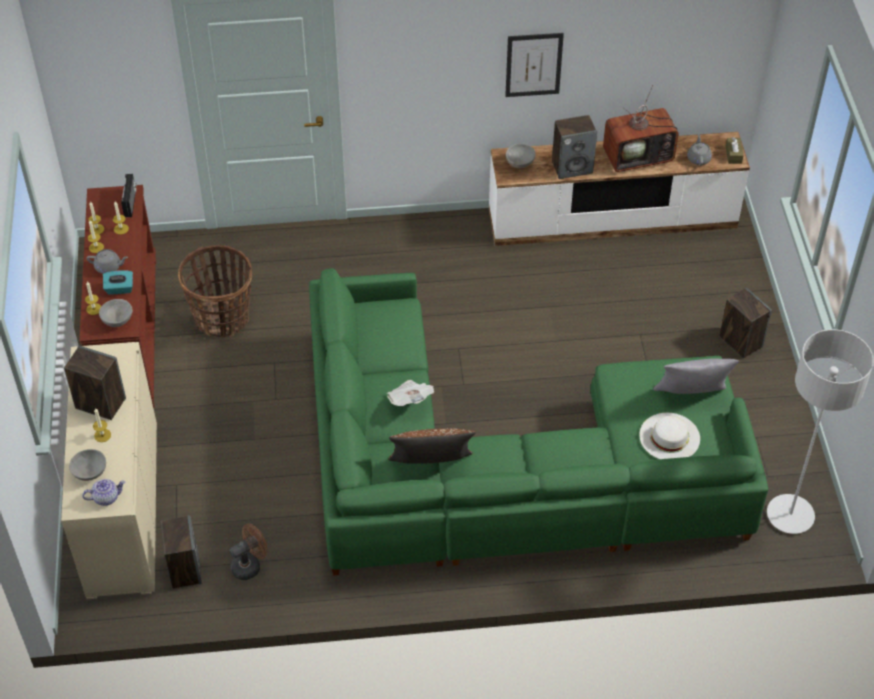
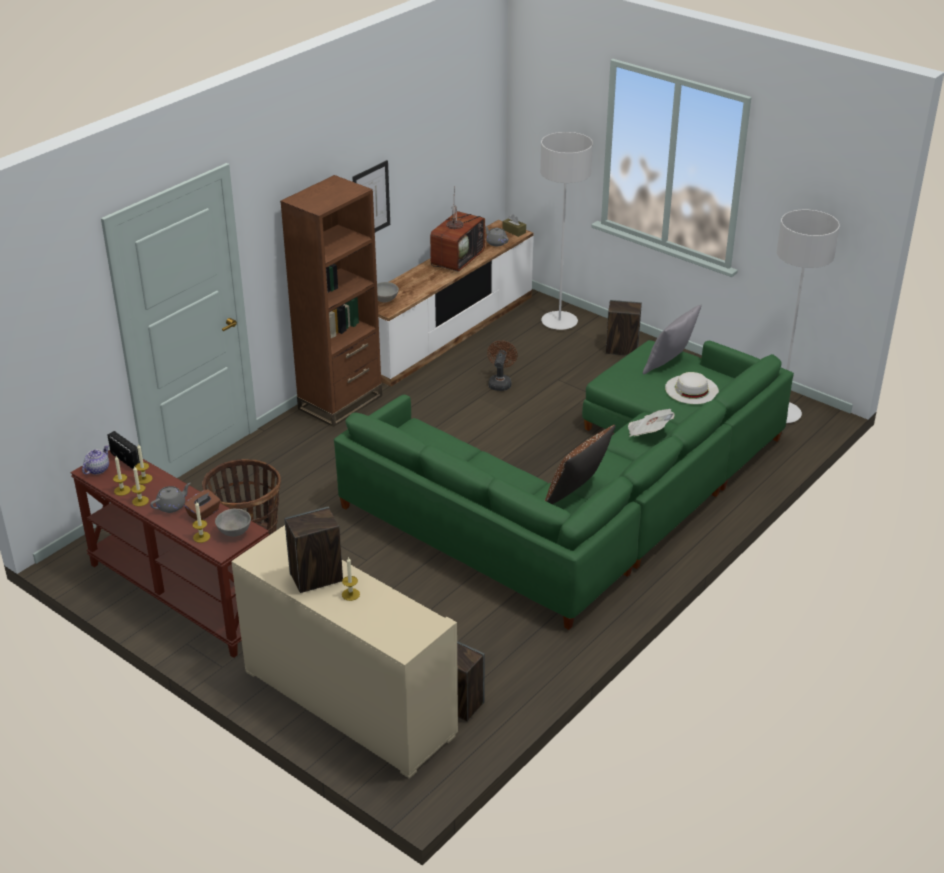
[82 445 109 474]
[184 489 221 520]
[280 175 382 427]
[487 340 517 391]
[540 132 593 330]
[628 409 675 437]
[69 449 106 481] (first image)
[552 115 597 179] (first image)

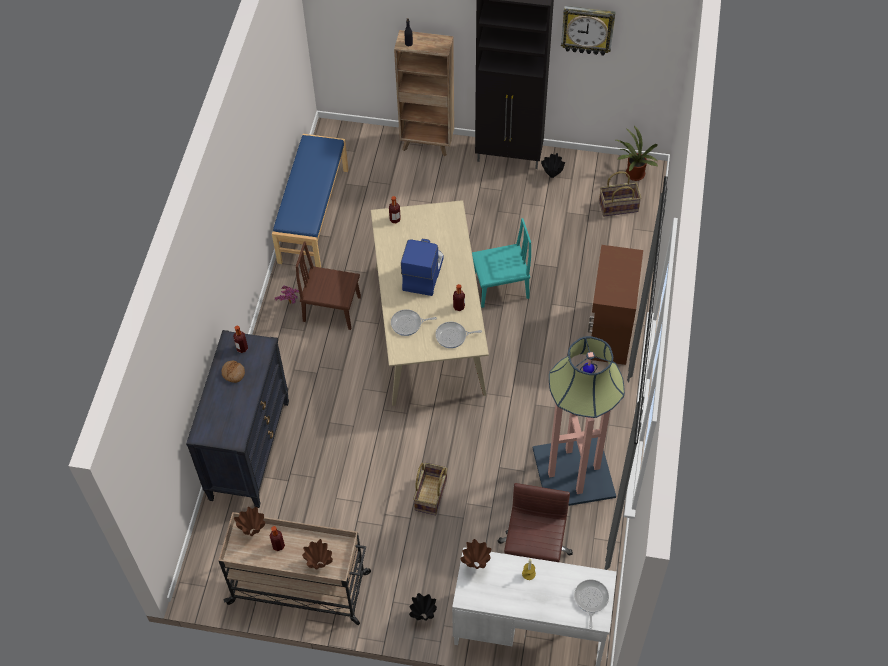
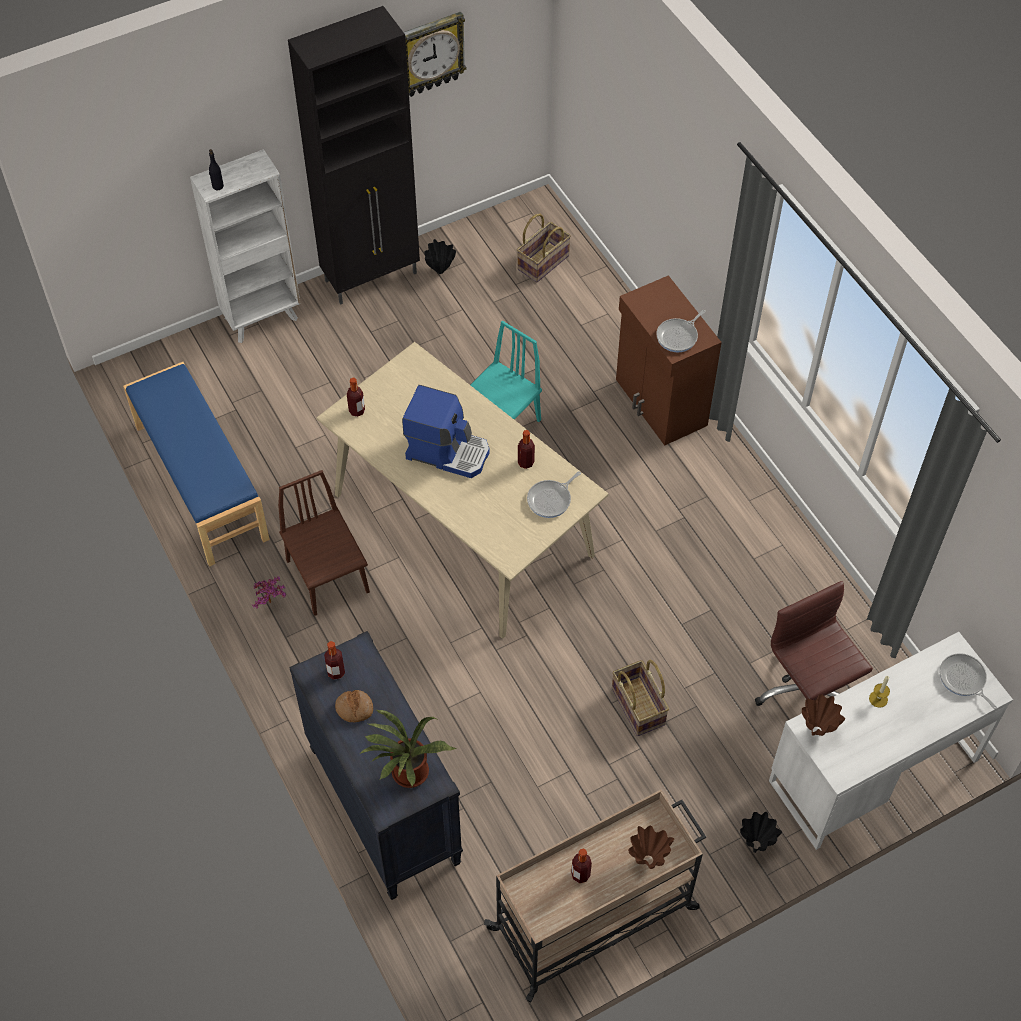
[190 149 301 343]
[278 470 370 616]
[360 710 456 788]
[402 385 490 478]
[656 310 705 352]
[234 507 265 536] (first image)
[533 336 625 506] (first image)

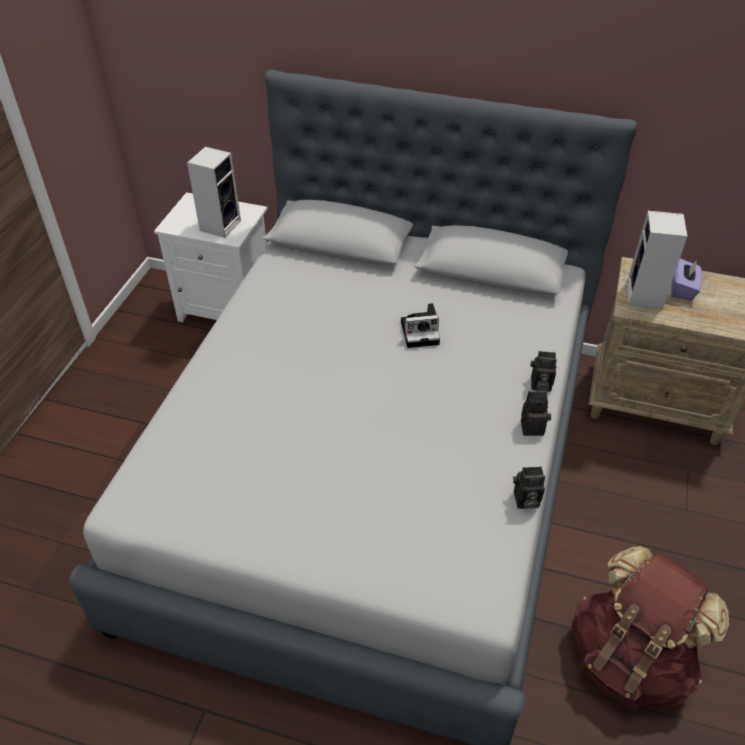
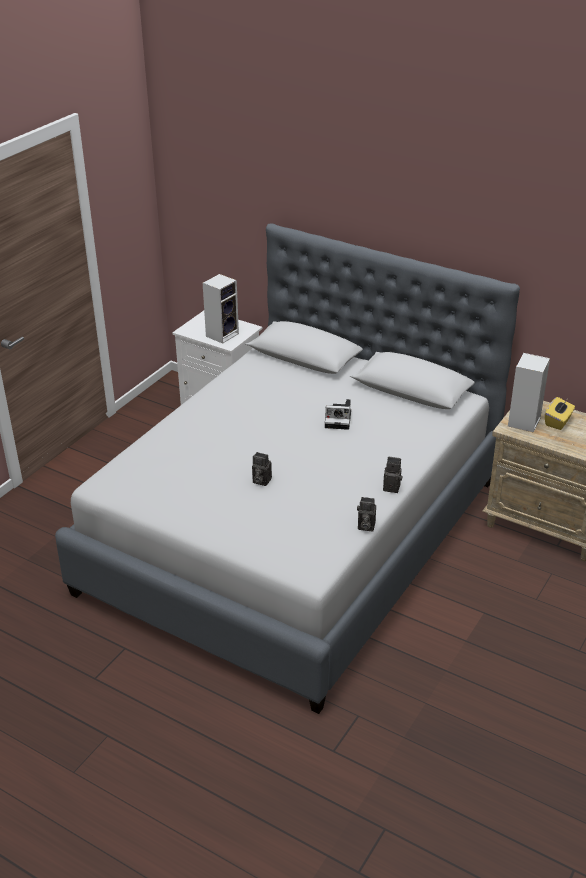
[252 452 272 486]
[545 397 575 430]
[572 546 729 709] (first image)

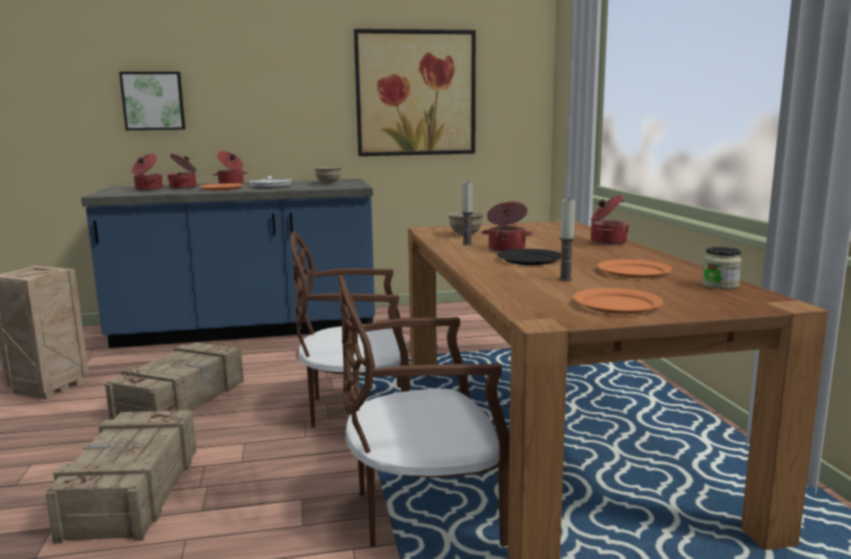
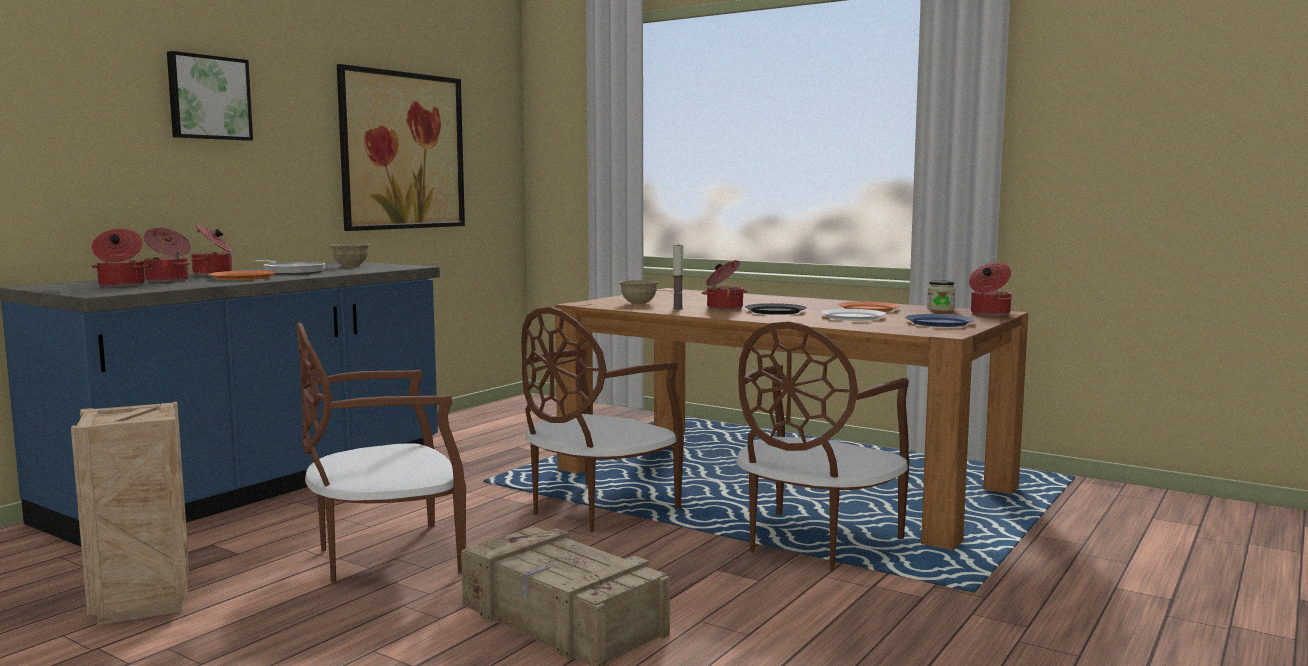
[167 51 253 141]
[296 323 466 582]
[821 309 886 321]
[905 314 975 327]
[969 262 1012 316]

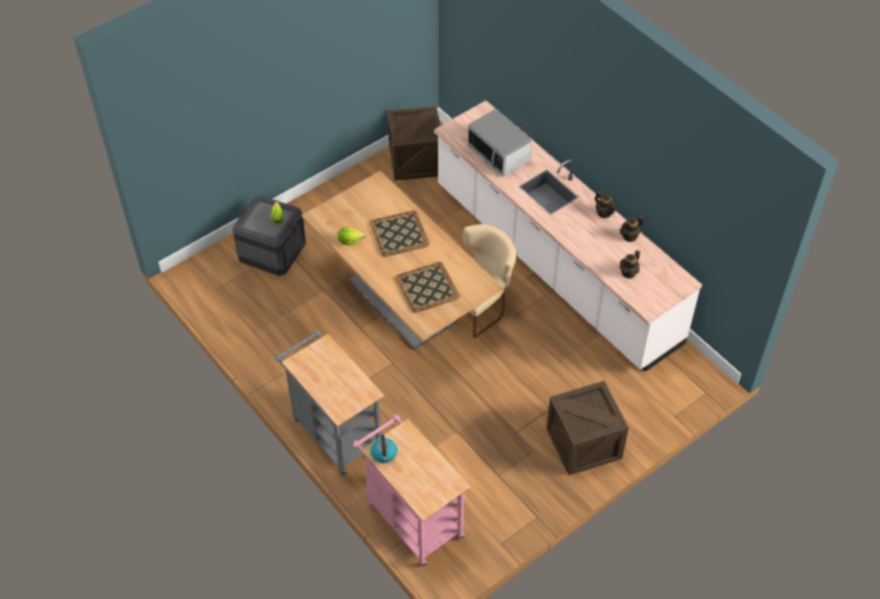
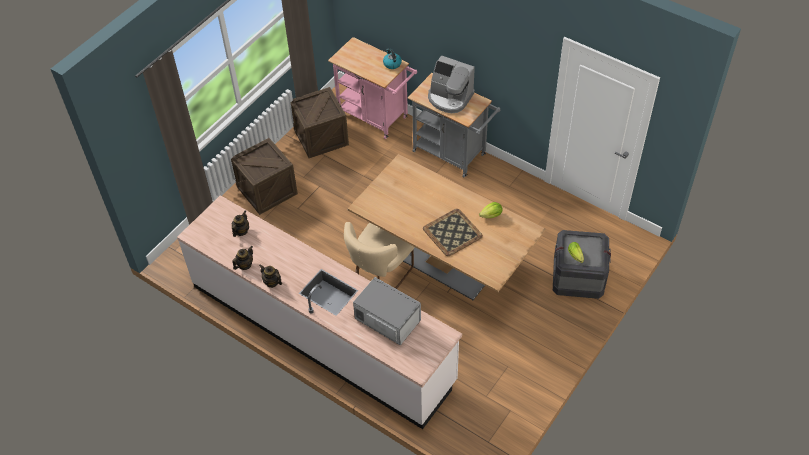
[291 87 349 158]
[428 55 475 113]
[396 262 460 313] (first image)

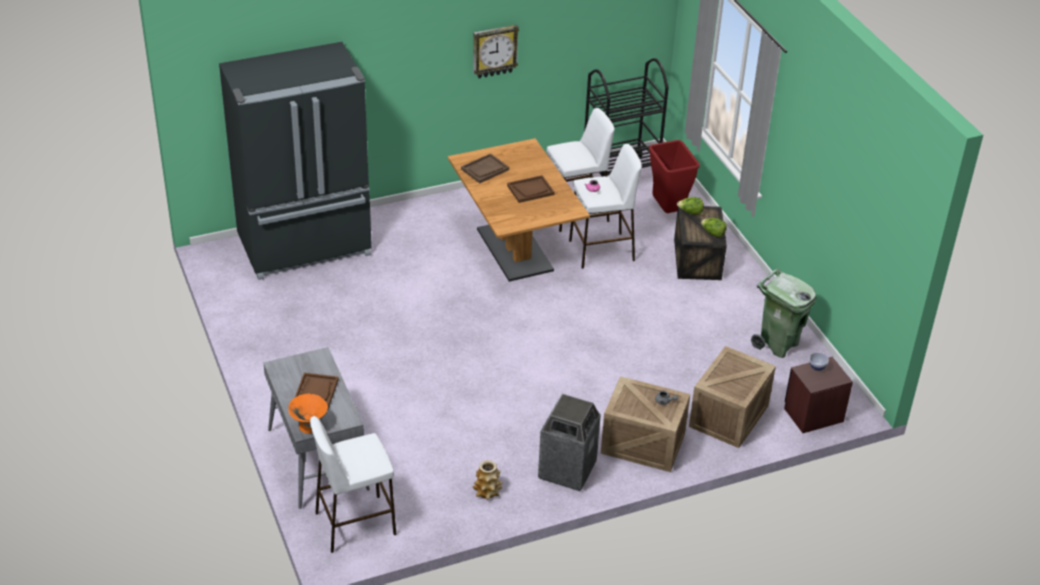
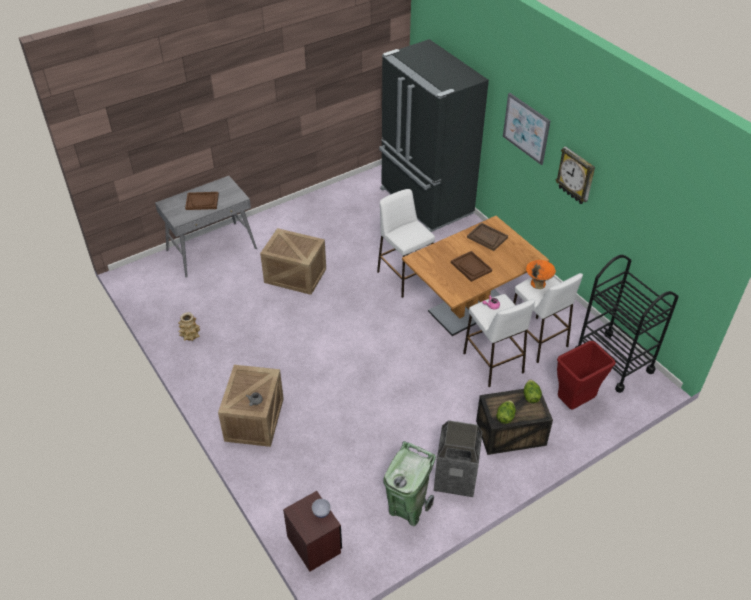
[260 228 326 295]
[377 189 435 298]
[434 420 483 497]
[503 93 550 165]
[526 260 556 289]

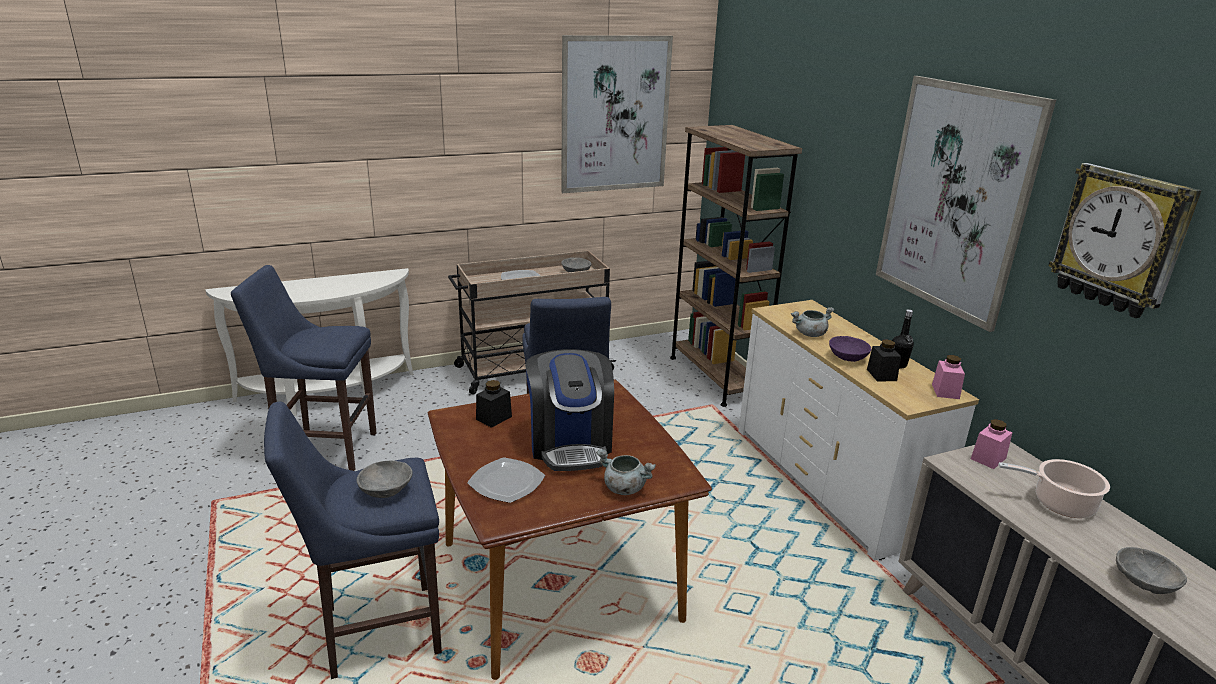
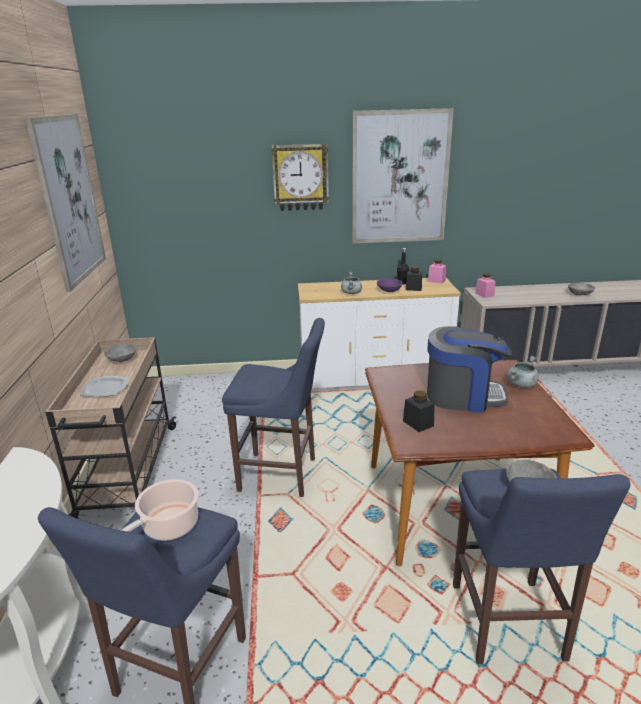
[121 479 198 541]
[271 144 329 211]
[467 457 545 503] (first image)
[670 125 802 407] (first image)

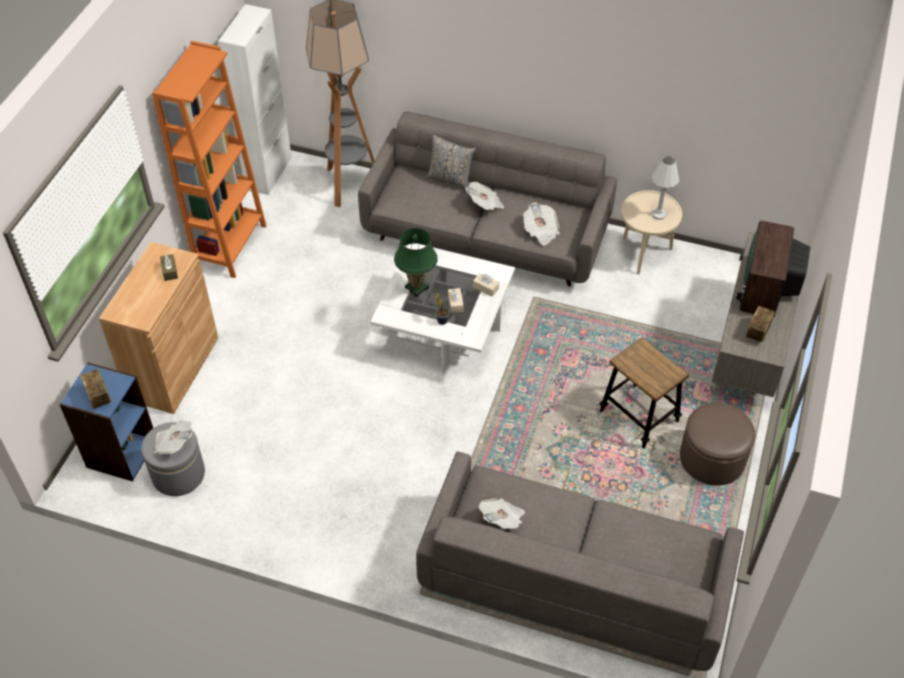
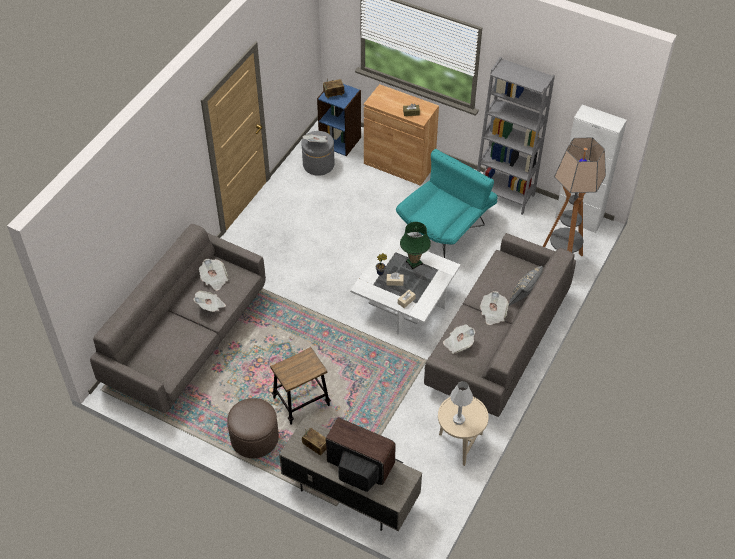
[193 291 226 312]
[396 149 498 258]
[477 57 555 215]

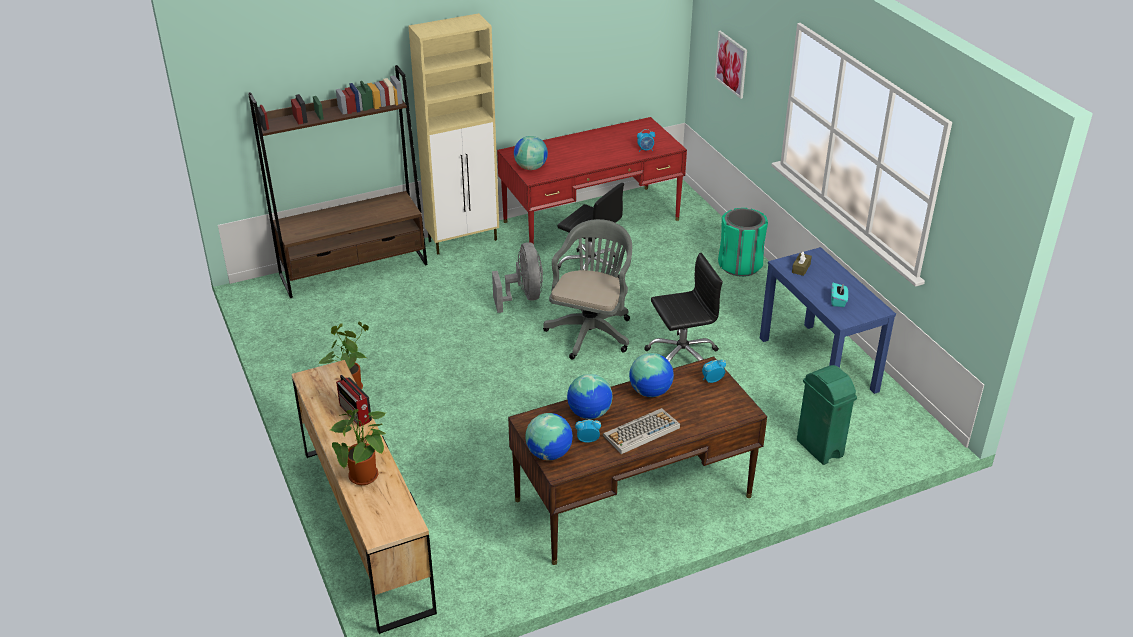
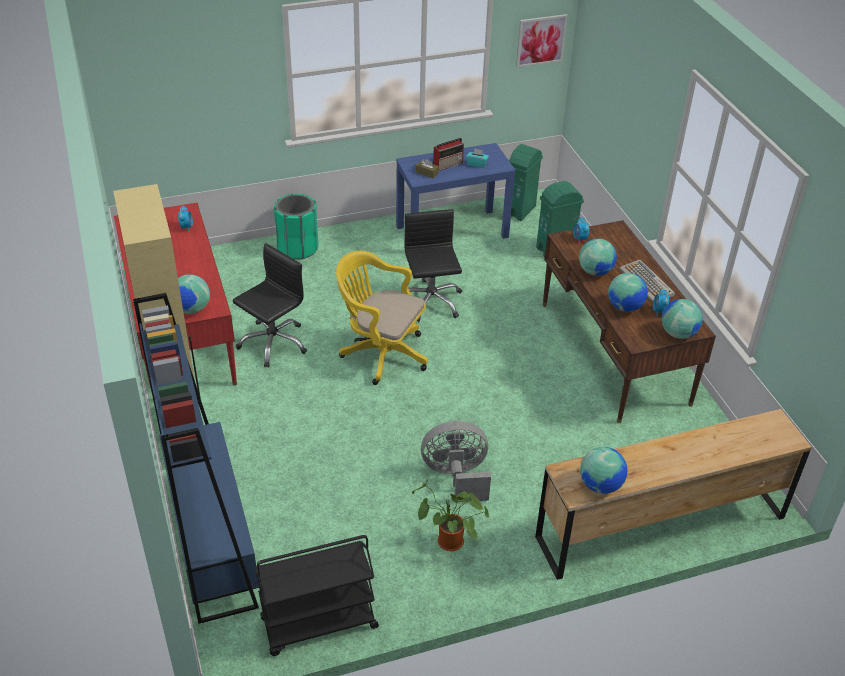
[133 293 259 624]
[255 535 379 656]
[336 251 428 385]
[421 421 491 502]
[433 138 464 171]
[509 144 543 221]
[516 14 568 68]
[580 447 627 494]
[330 409 386 485] (first image)

